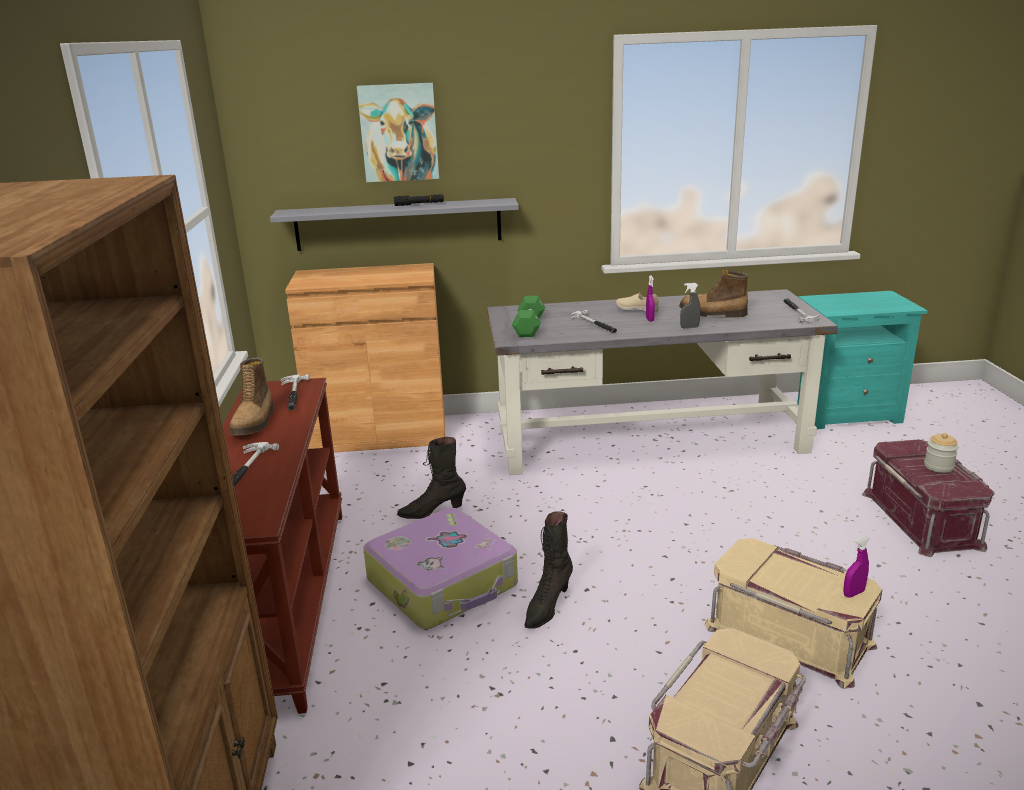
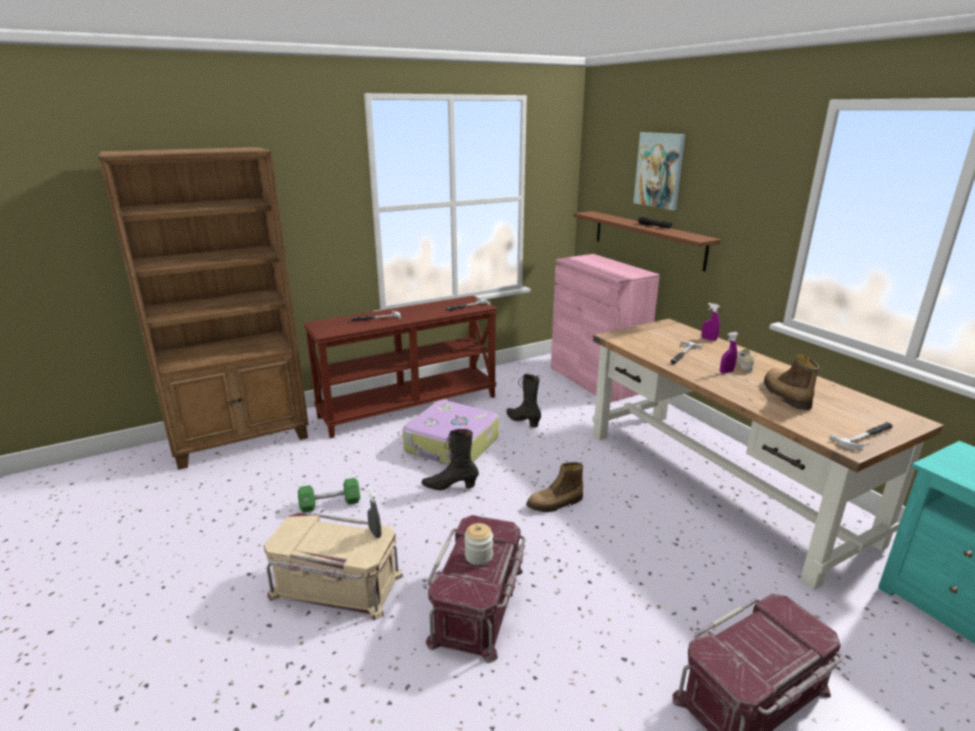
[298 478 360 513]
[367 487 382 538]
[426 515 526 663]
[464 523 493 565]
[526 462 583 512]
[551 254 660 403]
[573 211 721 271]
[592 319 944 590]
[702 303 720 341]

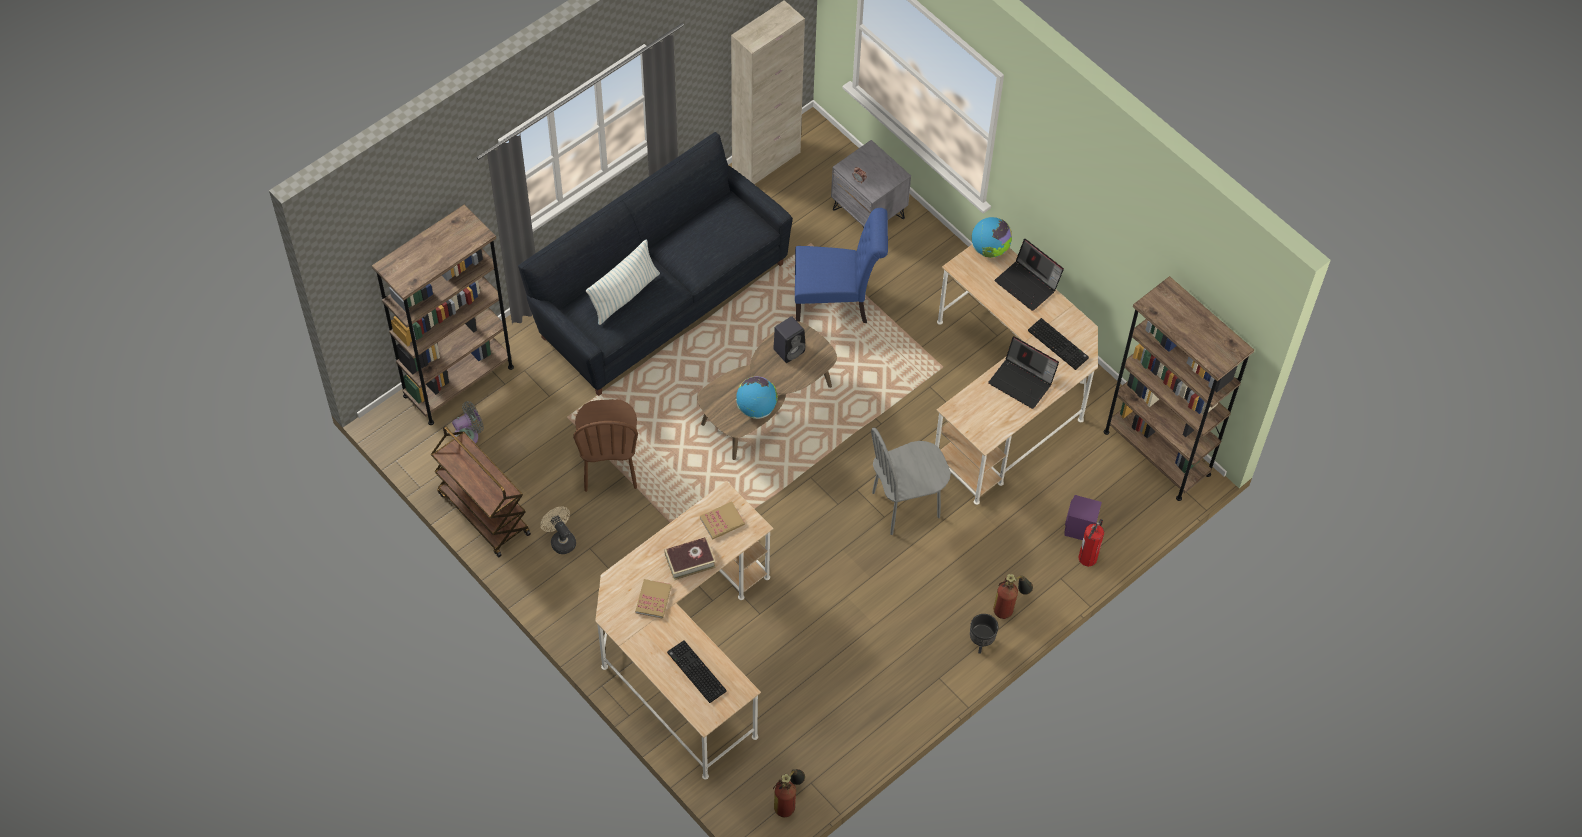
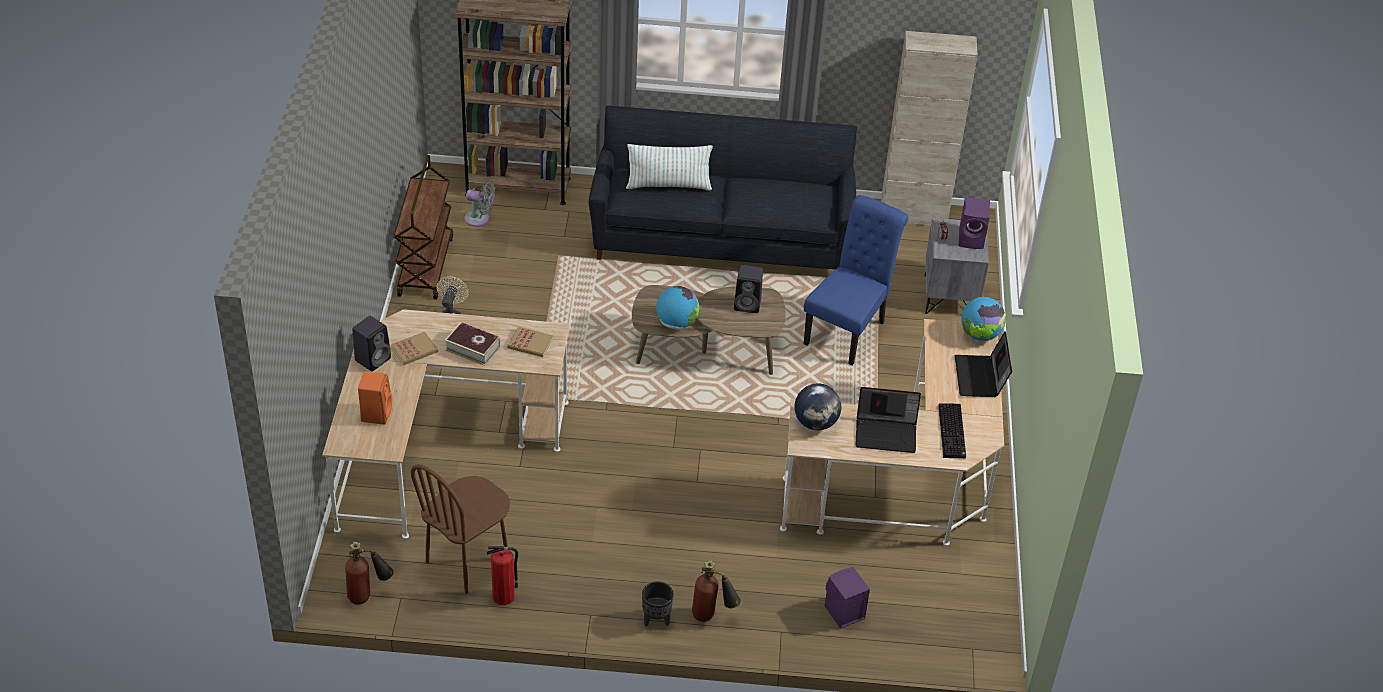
[352 316 391 371]
[358 371 392 425]
[411 464 510 594]
[487 546 518 605]
[794 383 841 431]
[804 195 908 365]
[856 387 921 453]
[958 197 990 249]
[871 428 951 535] (first image)
[1104 276 1254 501] (first image)

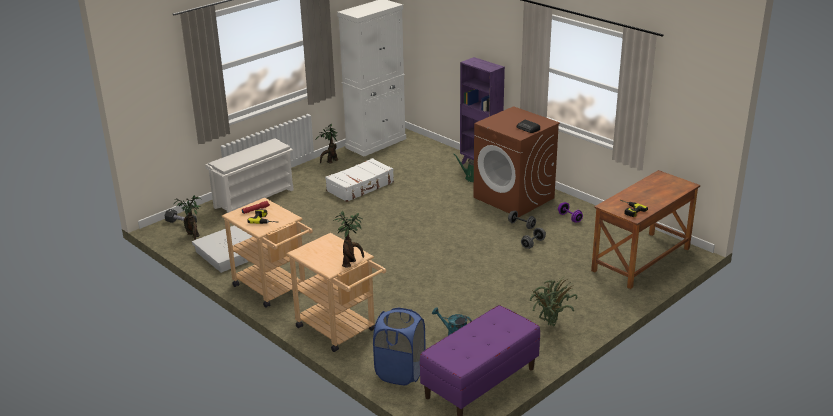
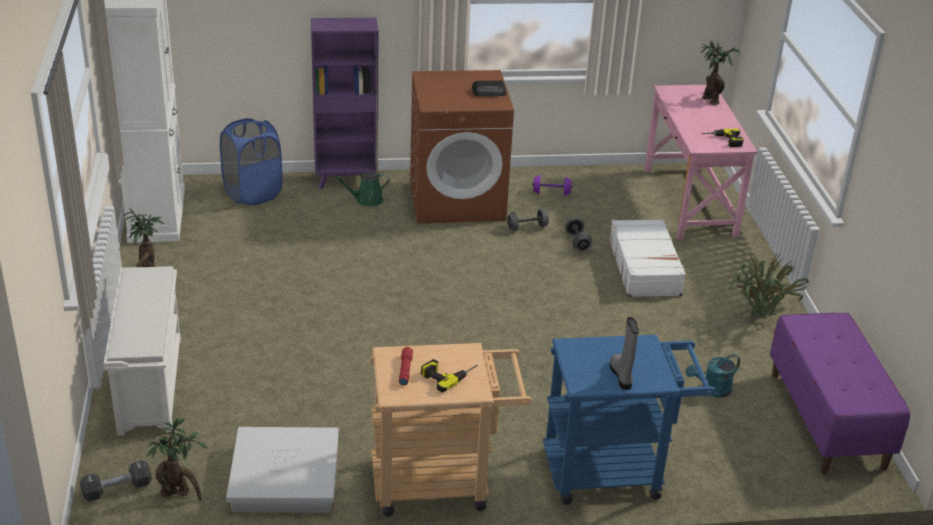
[220 118 282 206]
[543 335 715 505]
[609 219 686 297]
[610 317 639 390]
[644 85 758 240]
[701 40 740 105]

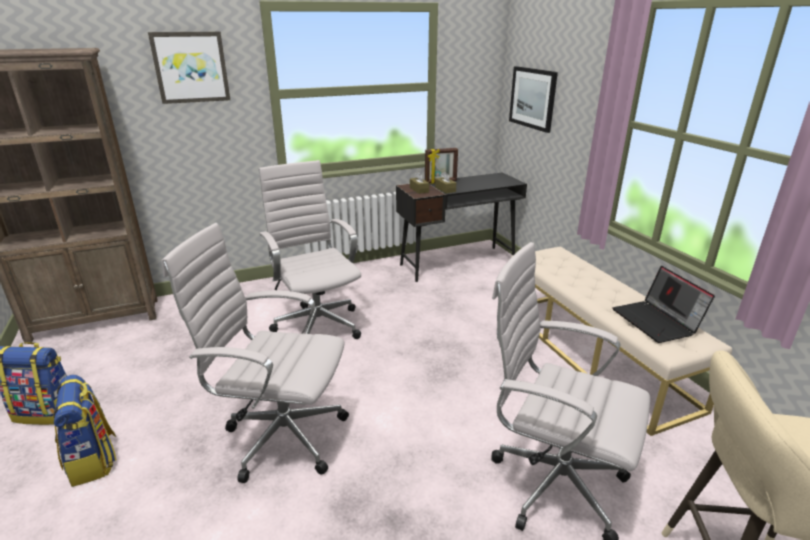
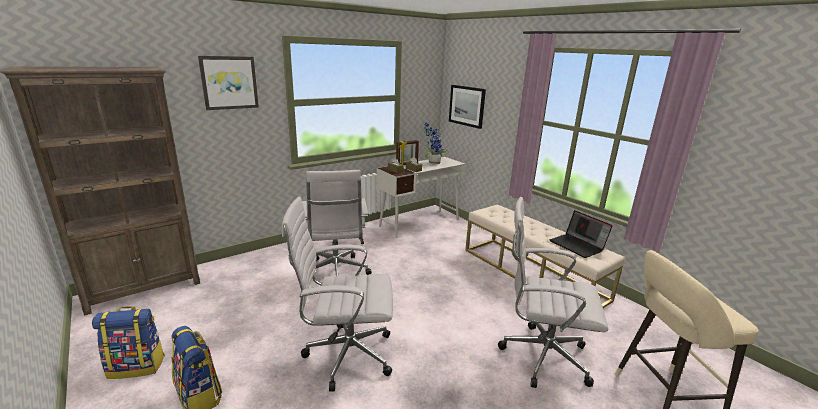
[302 170 372 276]
[377 157 466 238]
[422 122 449 164]

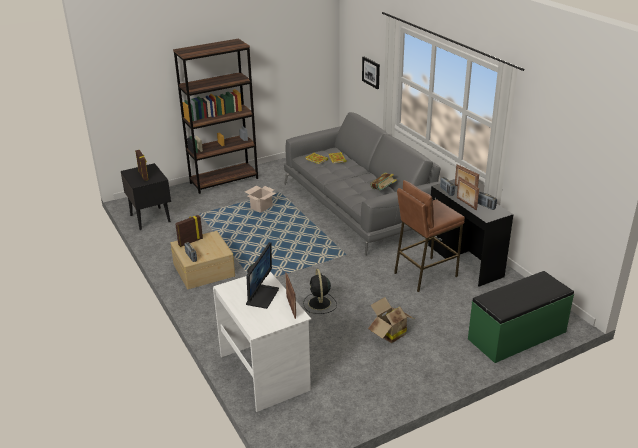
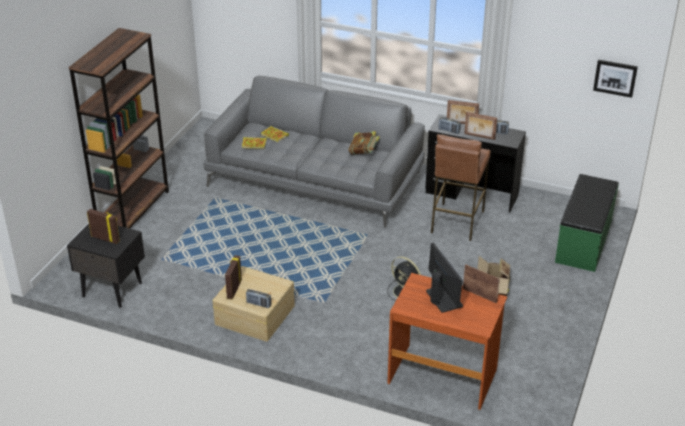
[387 273 507 410]
[593 60 638 98]
[245 186 276 213] (first image)

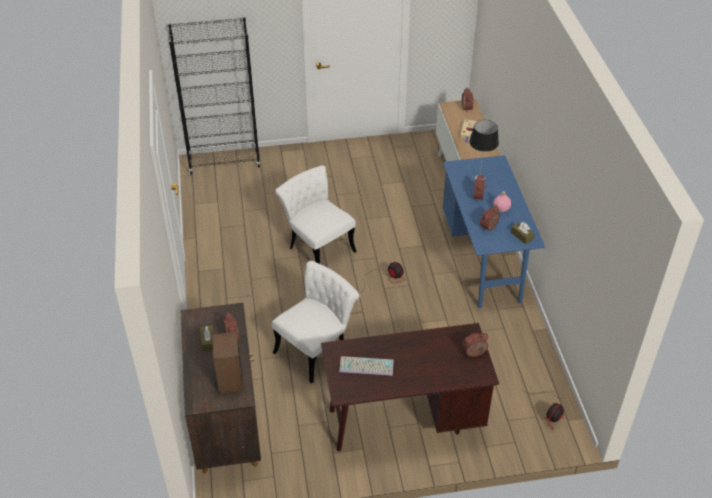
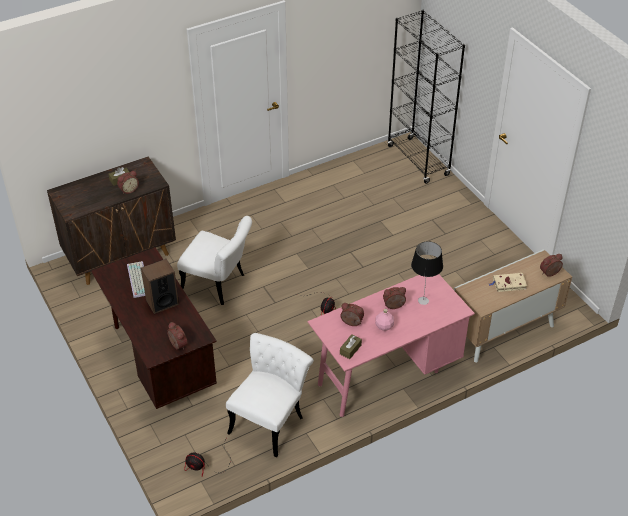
[141 259 179 314]
[226 333 314 457]
[308 274 475 417]

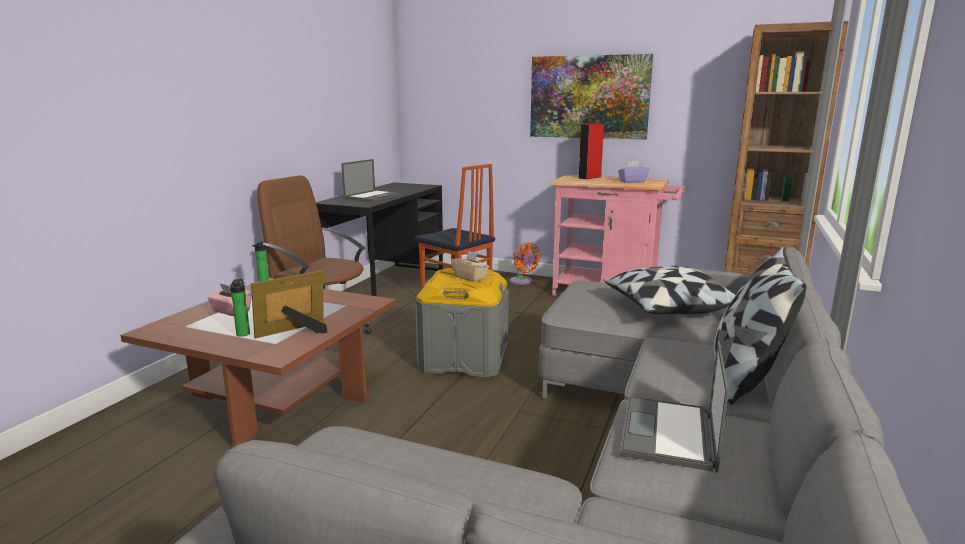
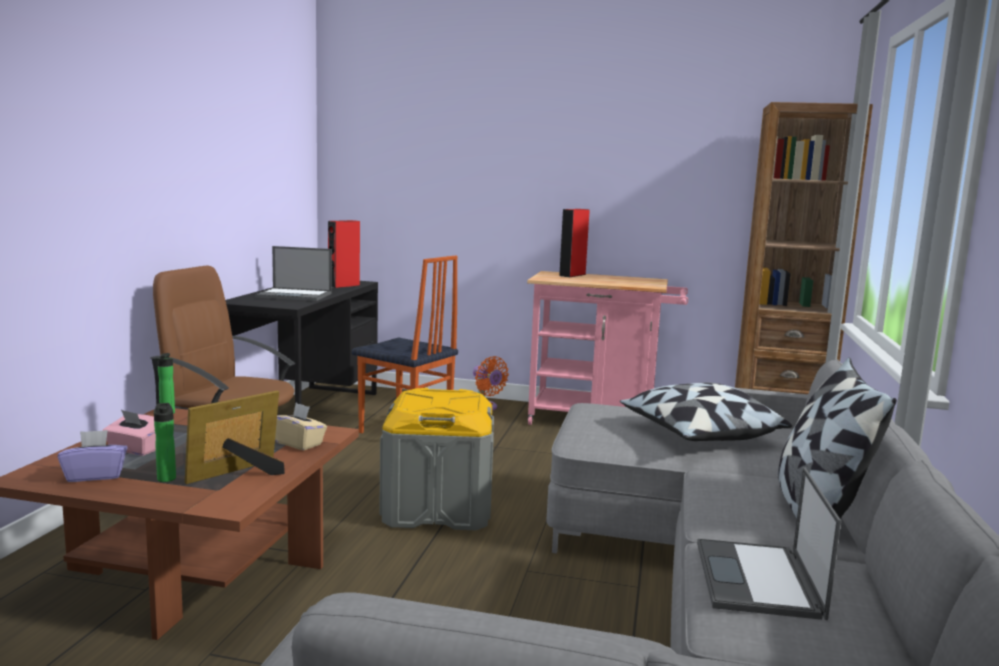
[58 430 128 482]
[255 246 332 301]
[275 403 327 450]
[328 220 360 288]
[530 54 653 140] (first image)

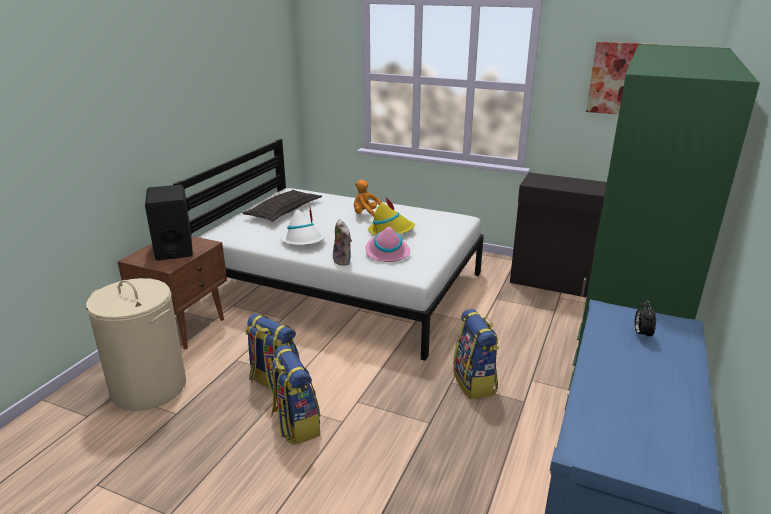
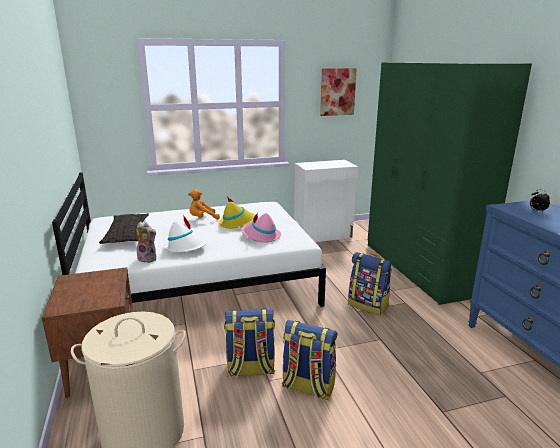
[136 221 156 263]
[294 160 358 242]
[145 185 193 261] (first image)

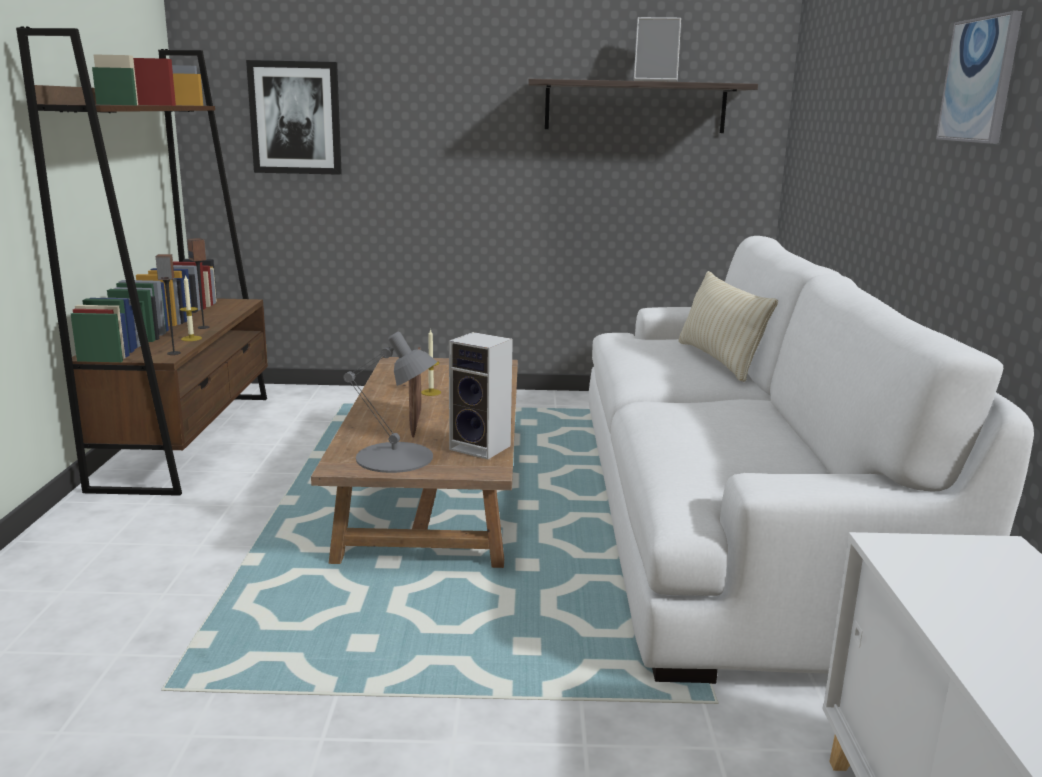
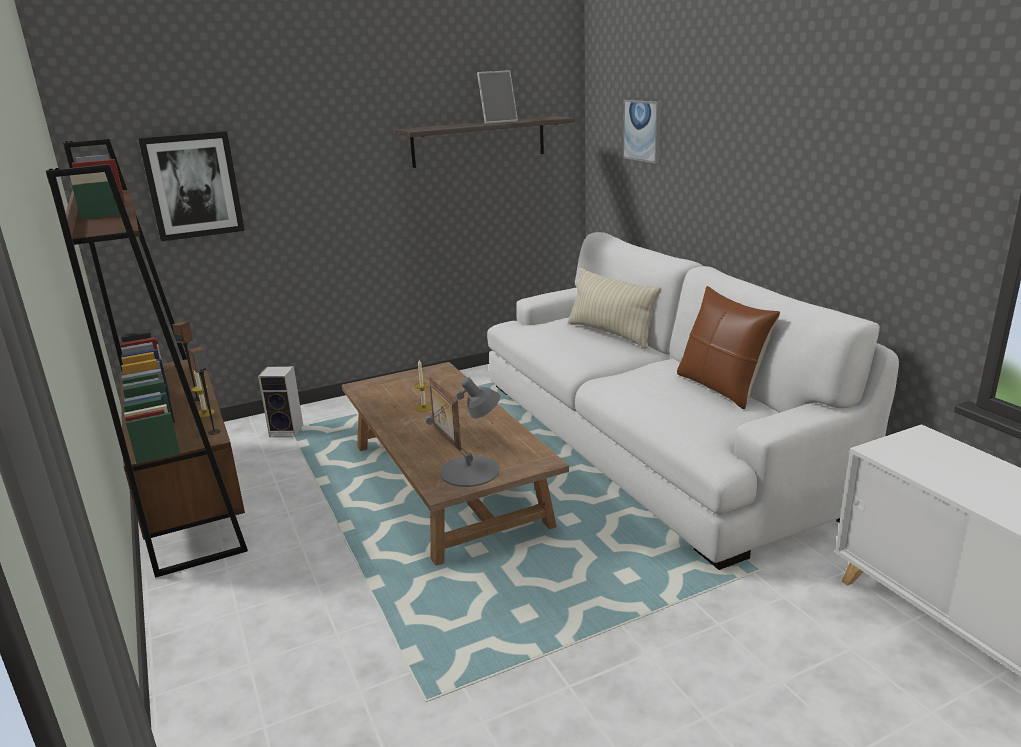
[258 366 303 437]
[623 100 661 164]
[677 286 780 409]

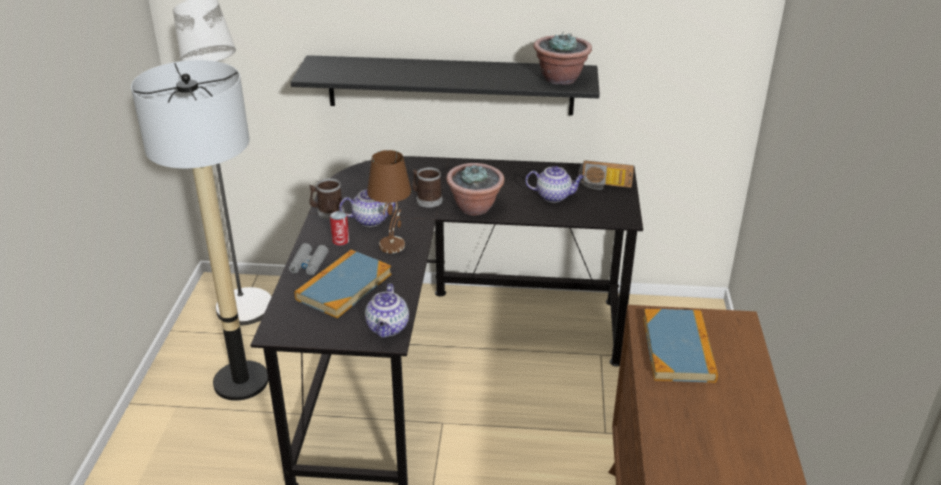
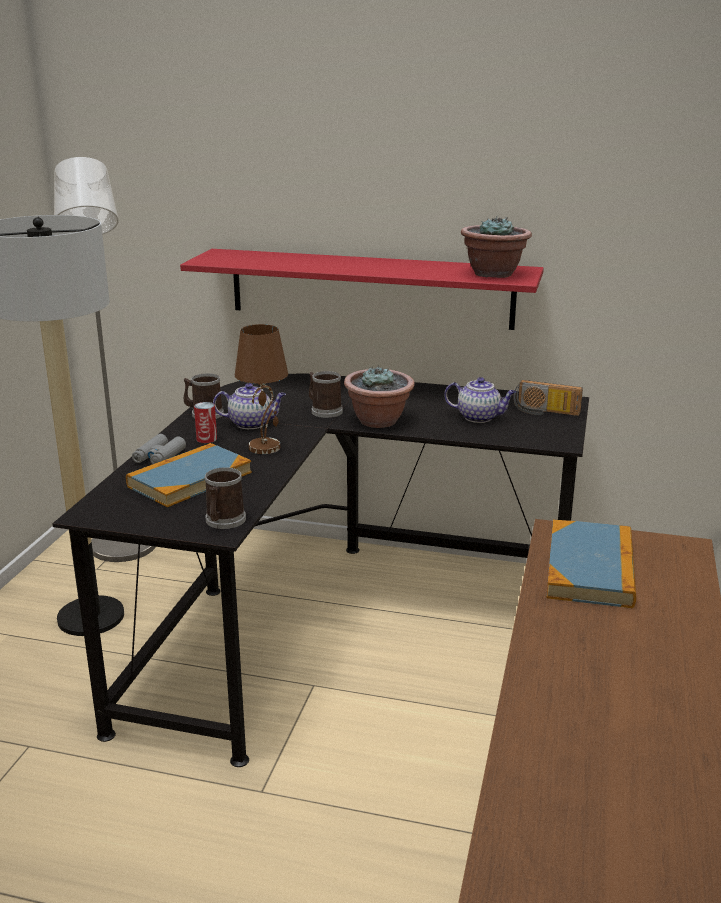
[180 249 544 330]
[205 467 246 529]

